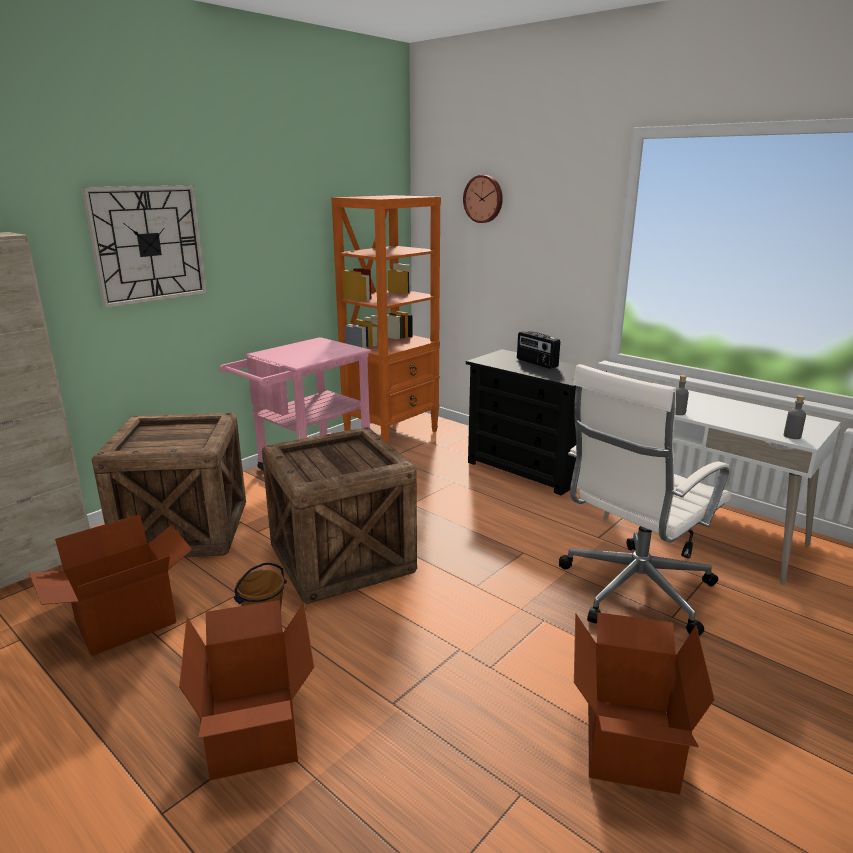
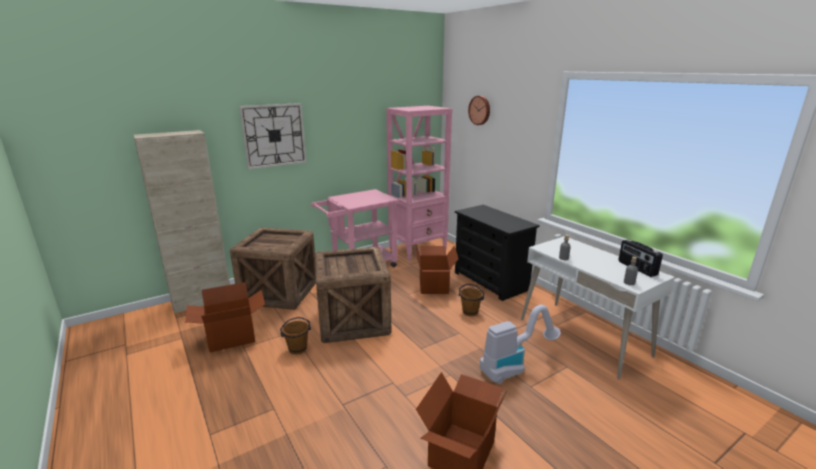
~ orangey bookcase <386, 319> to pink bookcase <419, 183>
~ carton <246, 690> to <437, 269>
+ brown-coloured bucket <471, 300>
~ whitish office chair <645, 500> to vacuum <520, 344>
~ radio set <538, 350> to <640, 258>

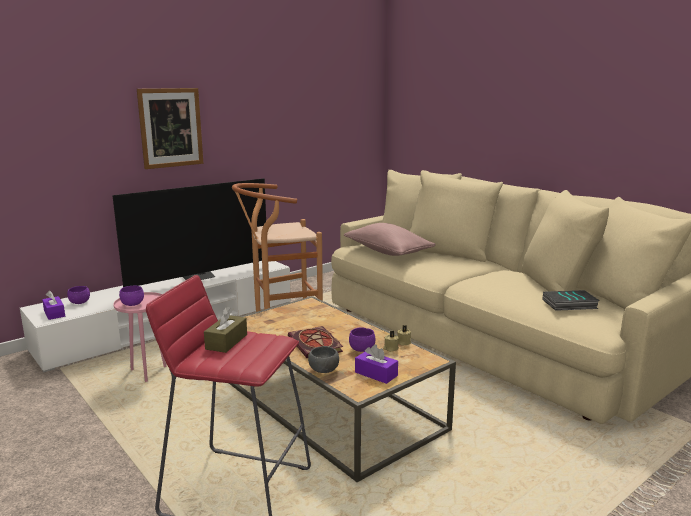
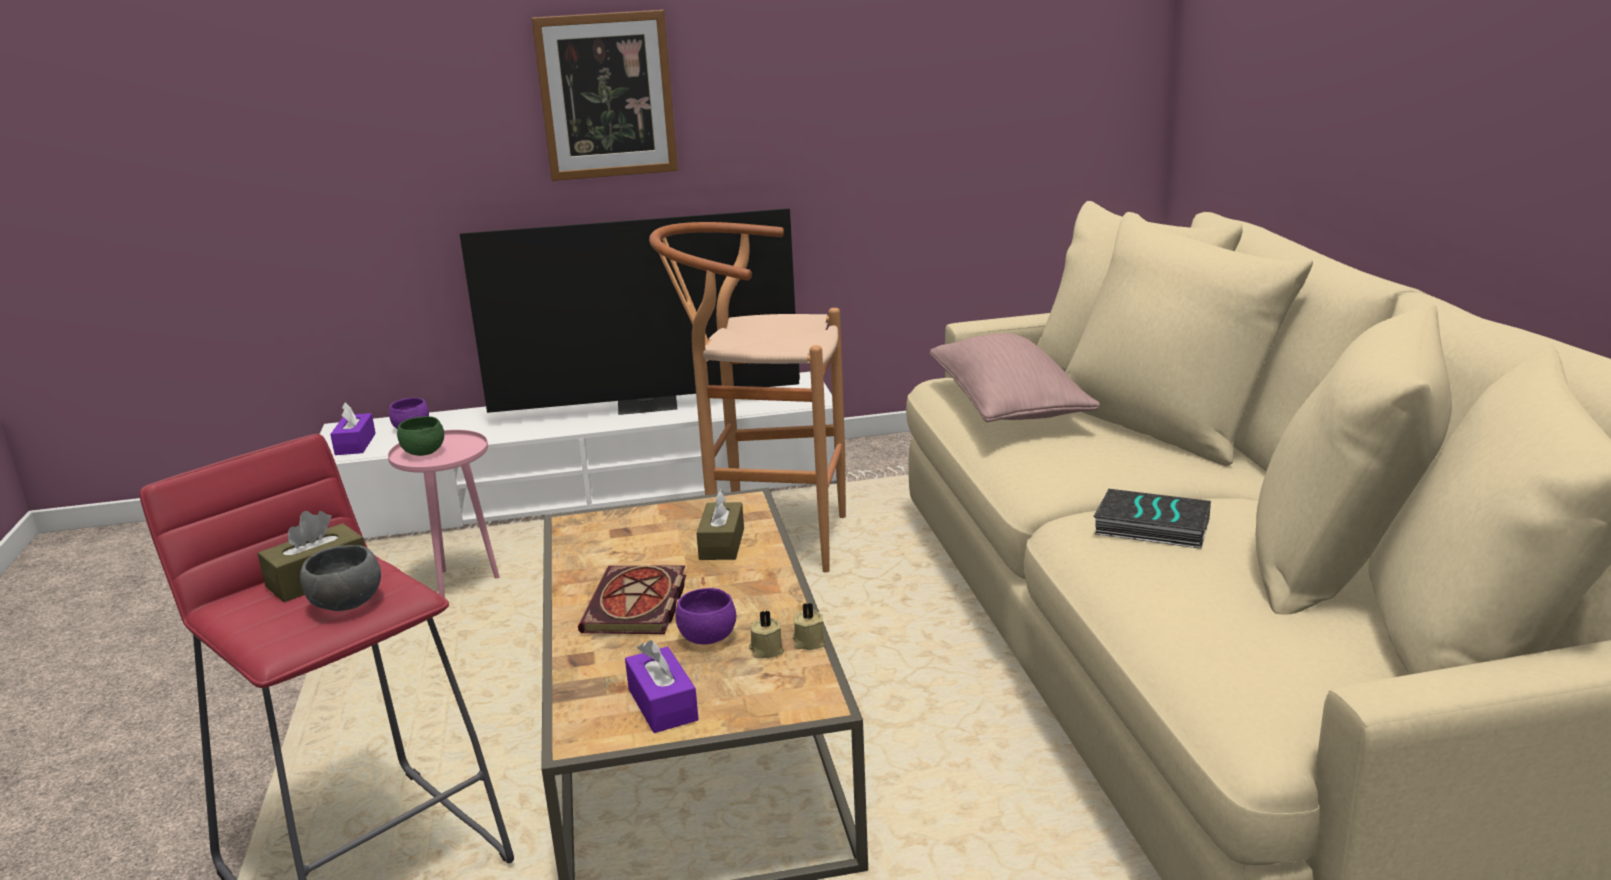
~ grey bowl <323, 359> to <340, 578>
~ purplish bowl <131, 296> to green-coloured bowl <420, 436>
+ brown-coloured tissue holder <720, 525>
~ book <571, 300> to <1152, 519>

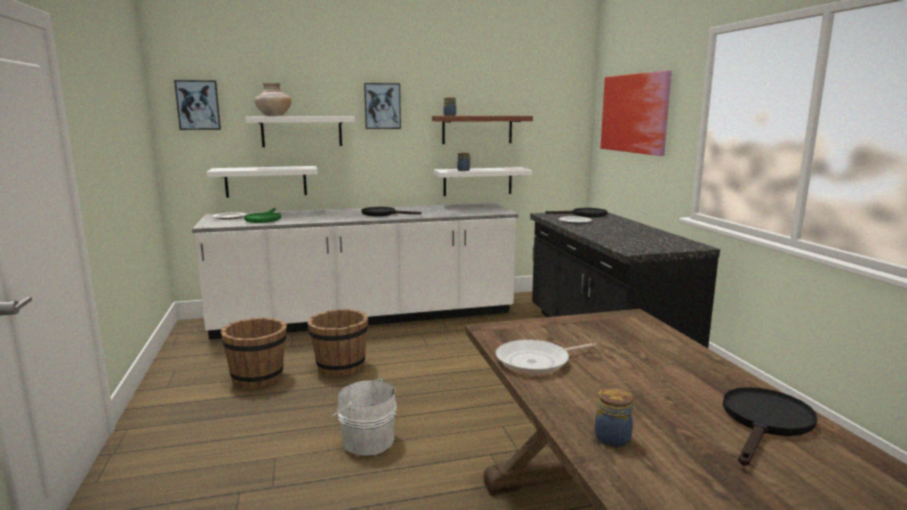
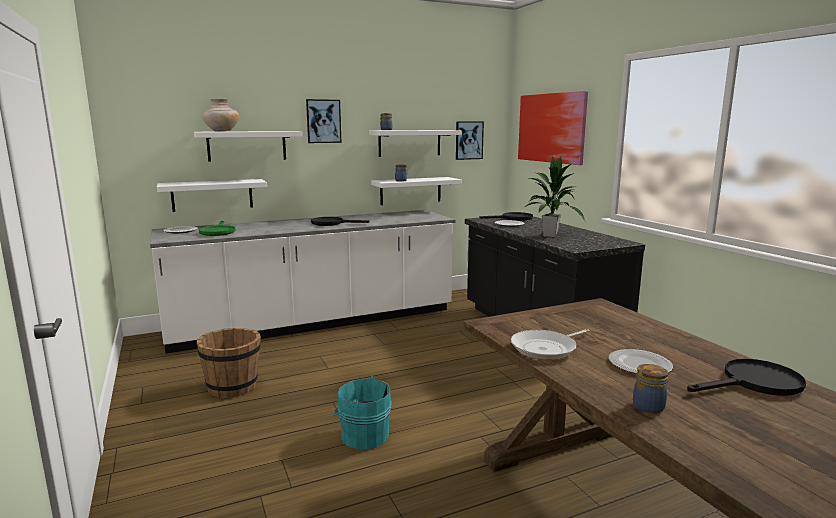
~ whitish bucket <364, 417> to turquoise-coloured bucket <362, 412>
~ brown-coloured shelf <482, 130> to whitish shelf <415, 143>
~ wall picture <197, 105> to <470, 140>
+ potted plant <554, 196>
+ dinner plate <641, 361>
~ black-coloured skillet <770, 426> = <746, 377> 45 degrees clockwise
- brown-coloured bucket <337, 343>

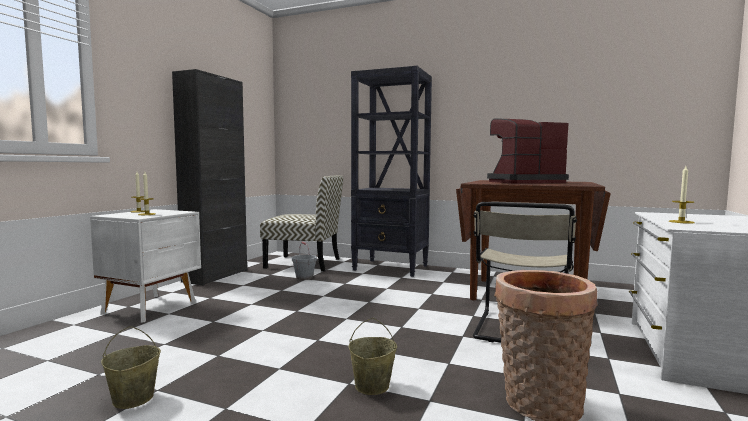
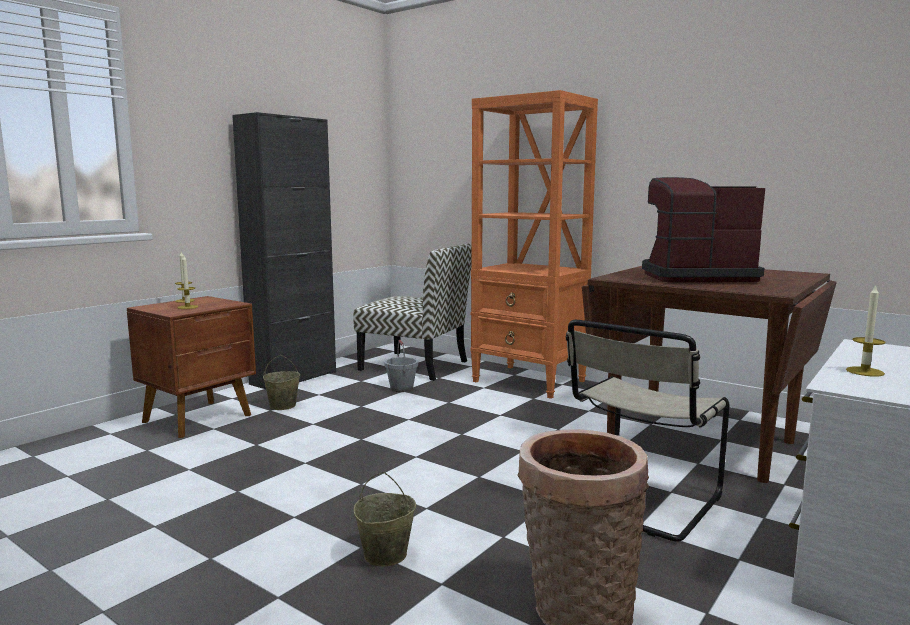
~ whitish bedside table <145, 266> to brown-coloured bedside table <191, 367>
~ beige-coloured bucket <131, 367> to <281, 382>
~ black-coloured bookcase <391, 171> to orangey bookcase <534, 244>

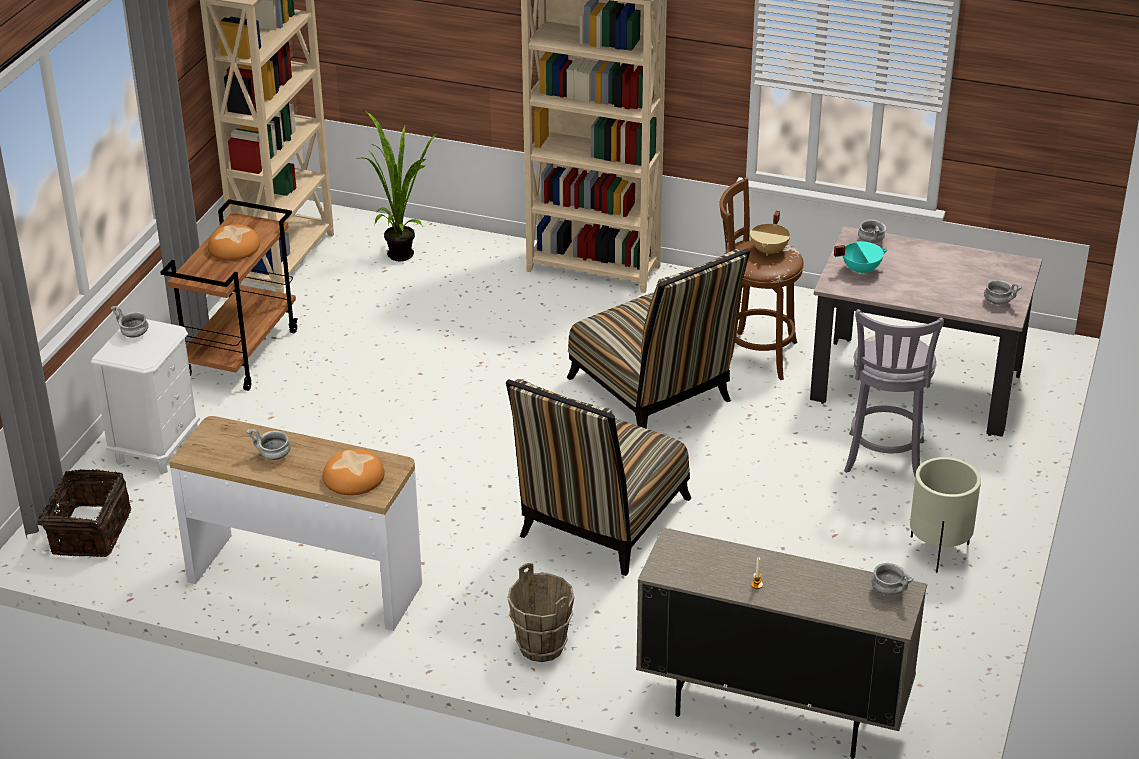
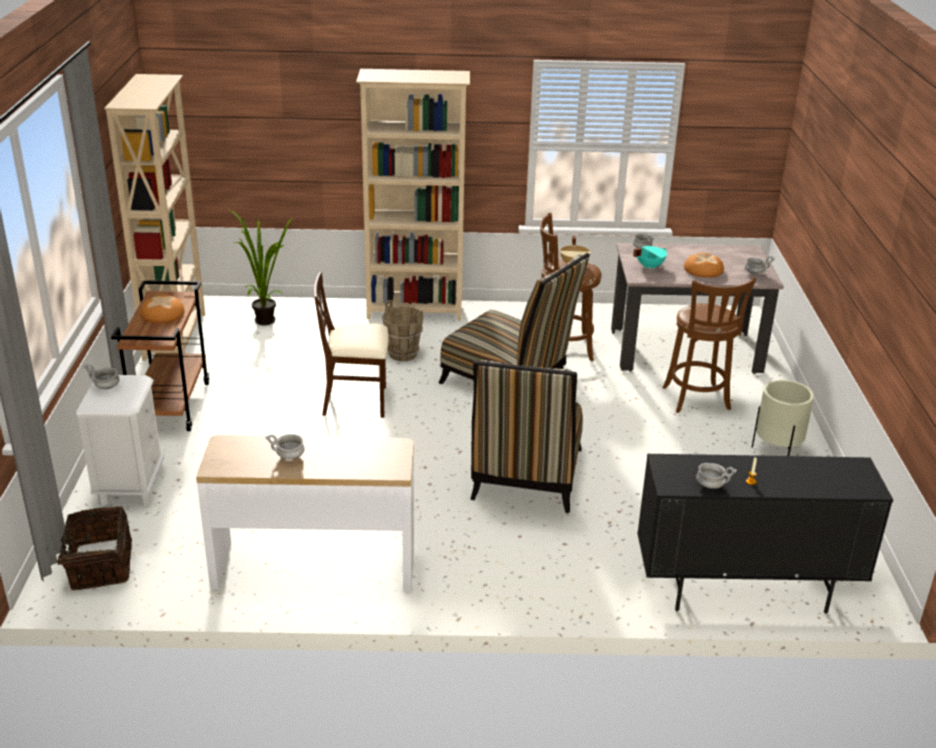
+ beige-coloured plain chair <351, 345>
~ brown-coloured bucket <540, 612> to <403, 330>
~ beige-coloured cupboard <781, 643> to black-coloured cupboard <765, 534>
~ grey stool seat <894, 392> to brown-coloured stool seat <709, 345>
~ bakery bread <353, 472> to <704, 265>
~ grey bowl <892, 579> to <716, 476>

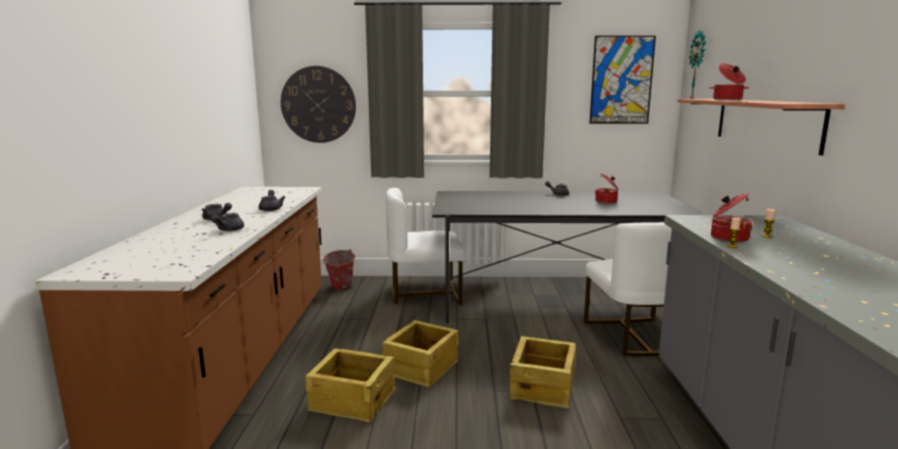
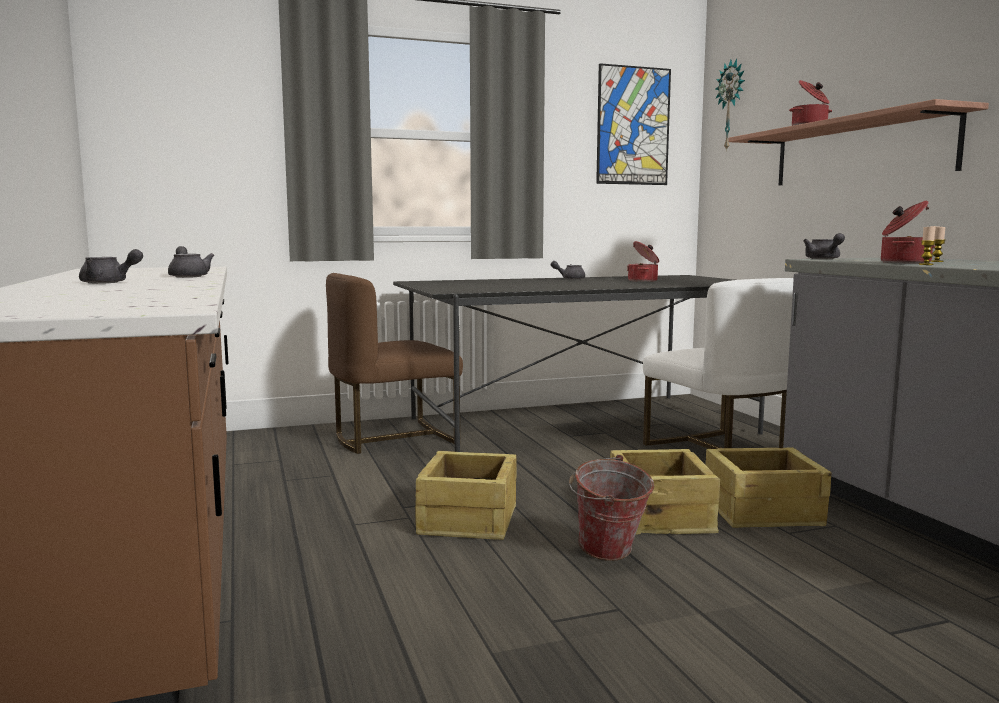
~ whitish plain chair <425, 246> to brown-coloured plain chair <394, 363>
~ bucket <338, 269> to <611, 508>
~ packing crate <350, 385> to <768, 488>
~ grey tea pot <227, 222> to <824, 246>
- hanging clock <318, 104>

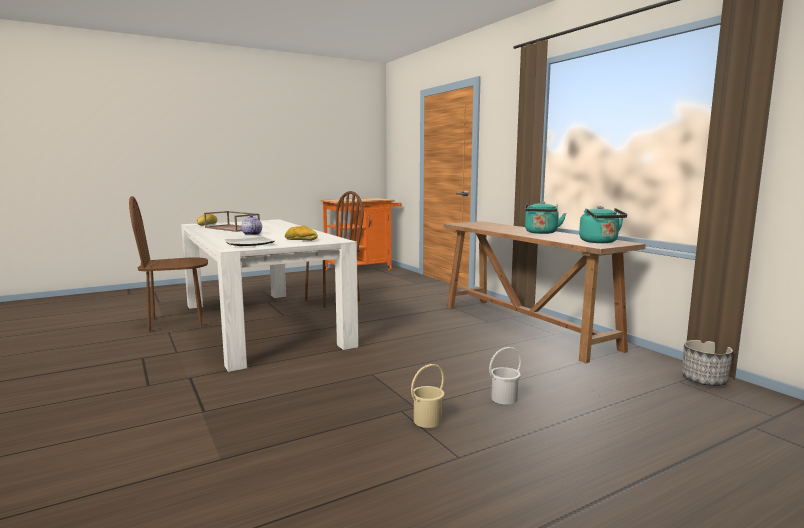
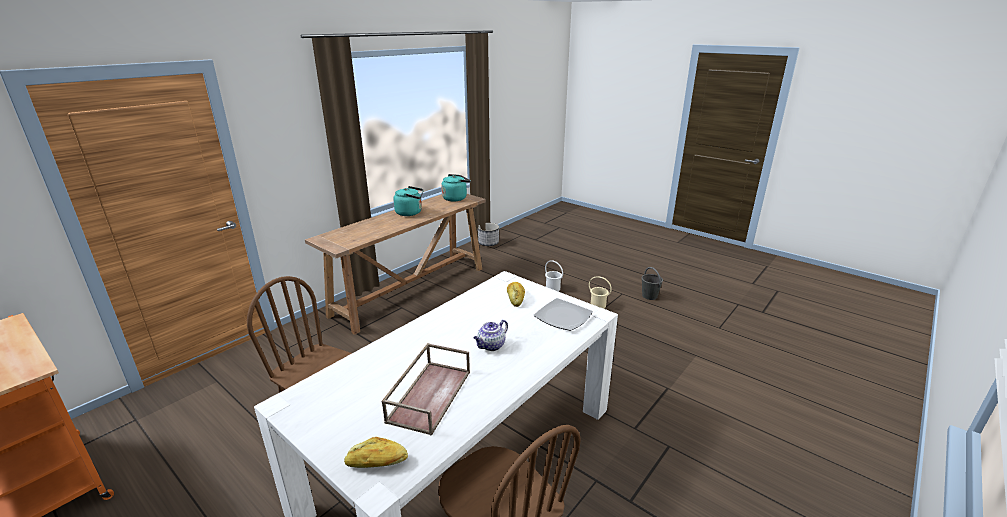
+ grey bucket <652, 283>

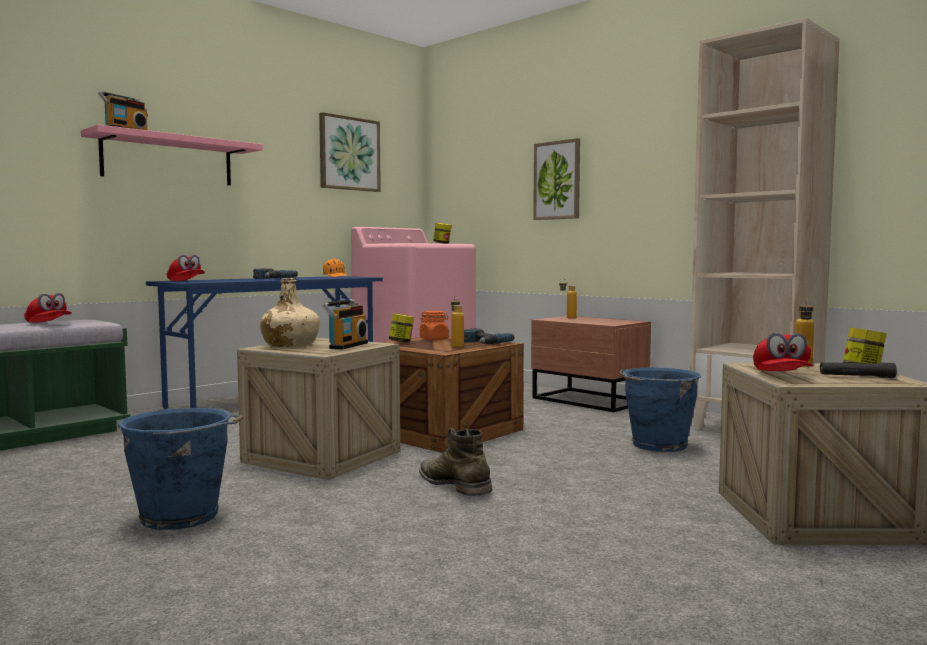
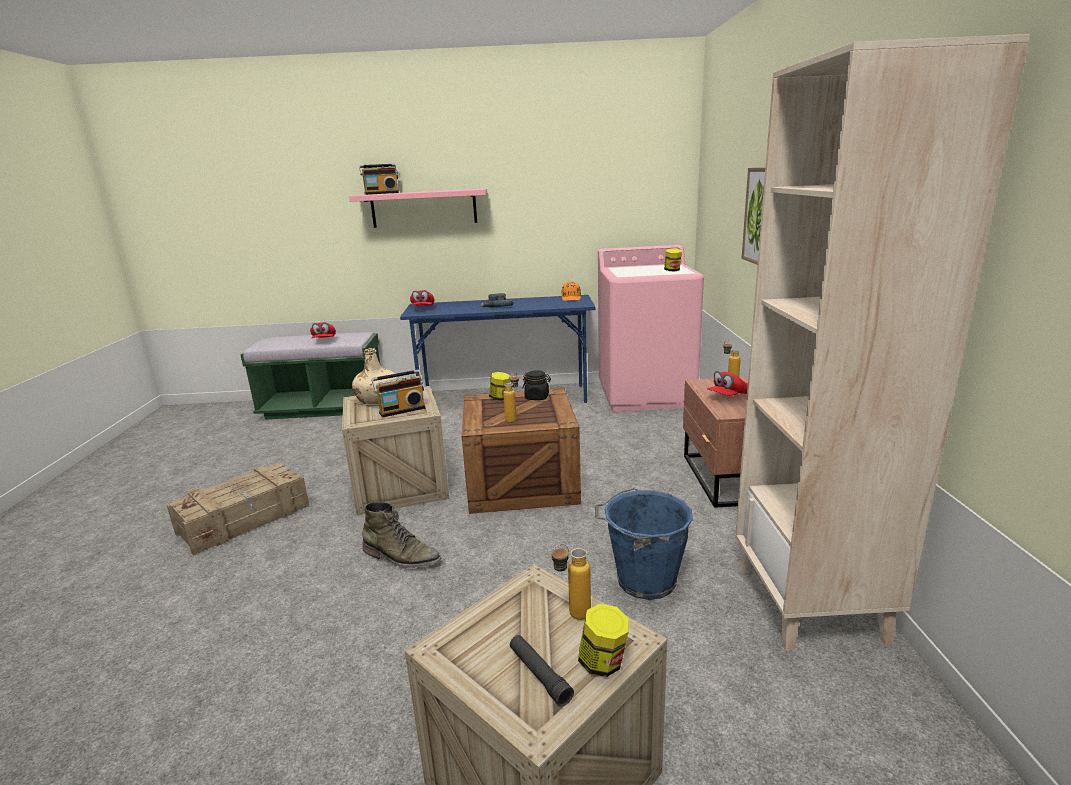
~ bluish bucket <181, 468> to packing crate <238, 509>
~ green-coloured boot <456, 462> = <402, 535> 105 degrees clockwise
~ orangey jar <434, 325> to black-coloured jar <536, 385>
~ red-coloured cap <783, 352> to <727, 383>
- wall picture <350, 152>
- power drill <489, 336>

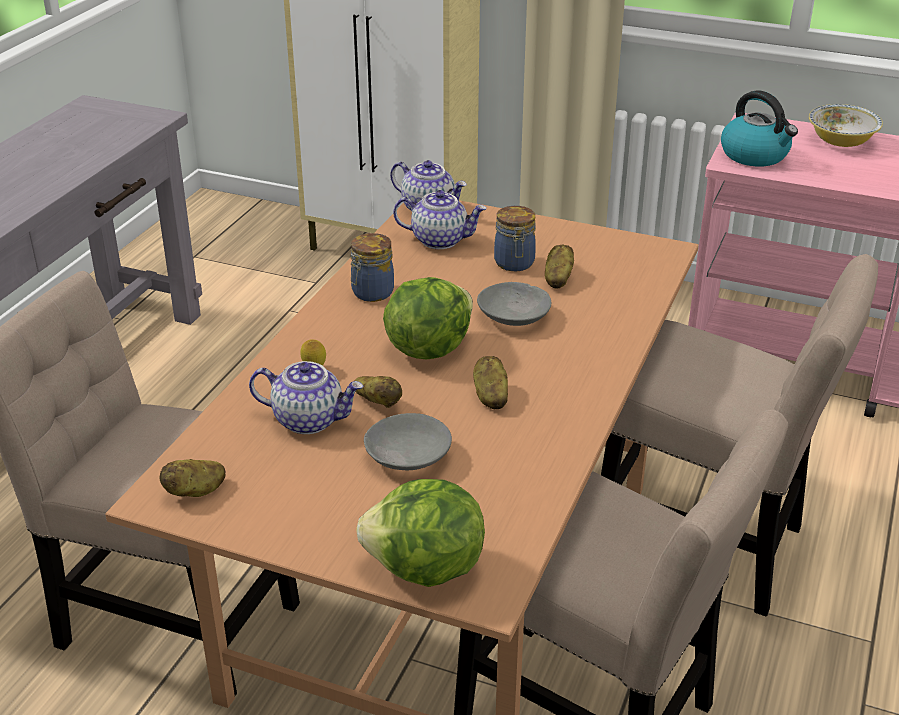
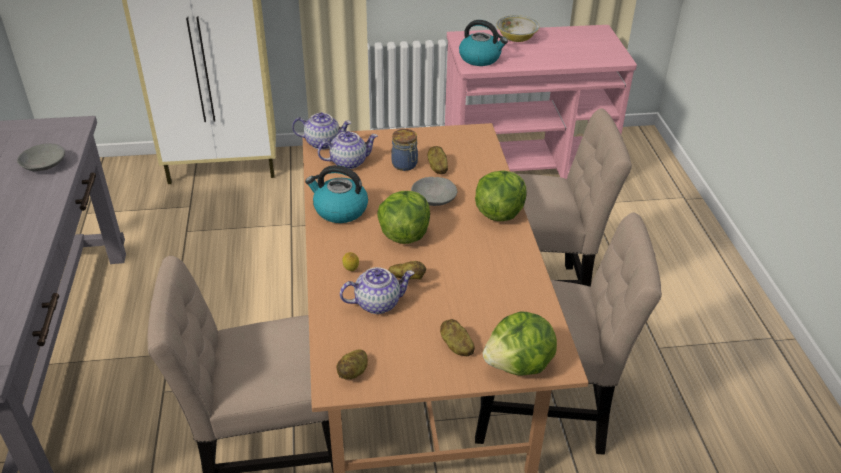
~ grey bowl <408, 441> to <41, 157>
~ jar <372, 267> to tea kettle <336, 194>
~ whole potato <490, 382> to <457, 337>
+ lettuce <501, 195>

